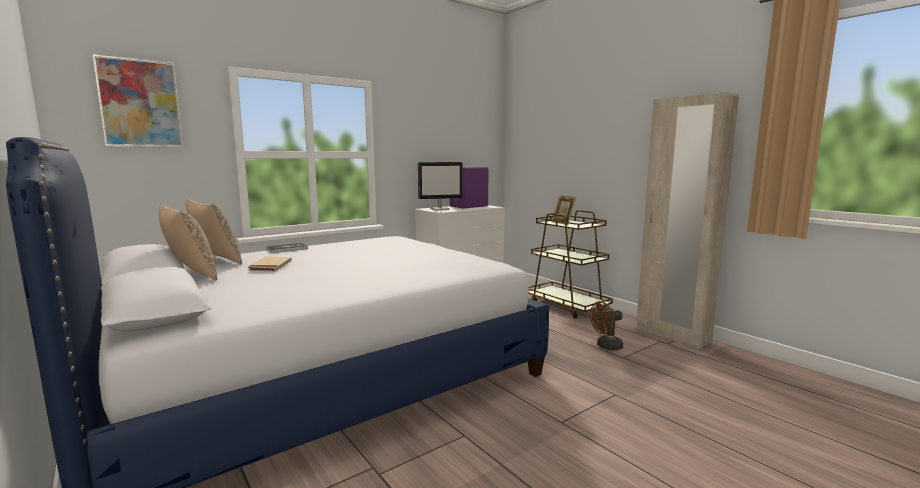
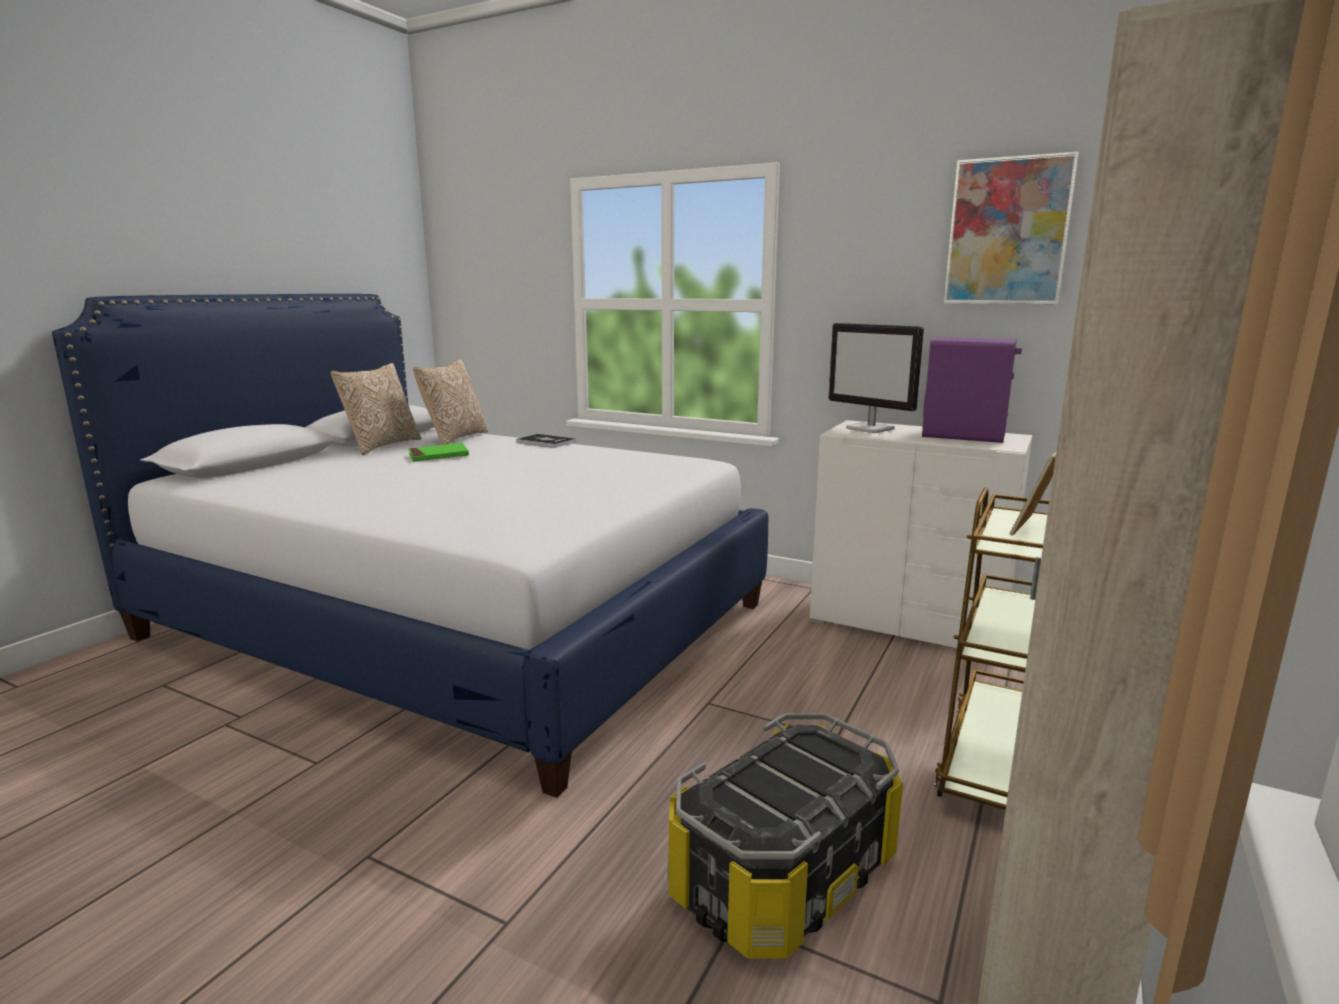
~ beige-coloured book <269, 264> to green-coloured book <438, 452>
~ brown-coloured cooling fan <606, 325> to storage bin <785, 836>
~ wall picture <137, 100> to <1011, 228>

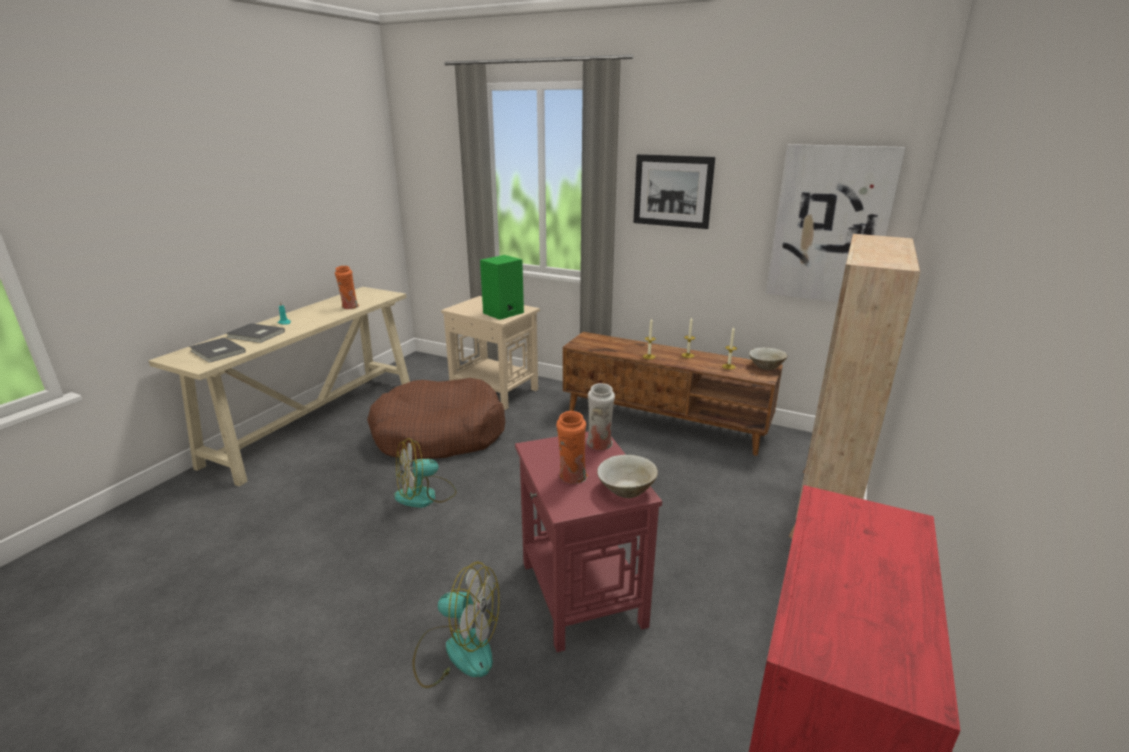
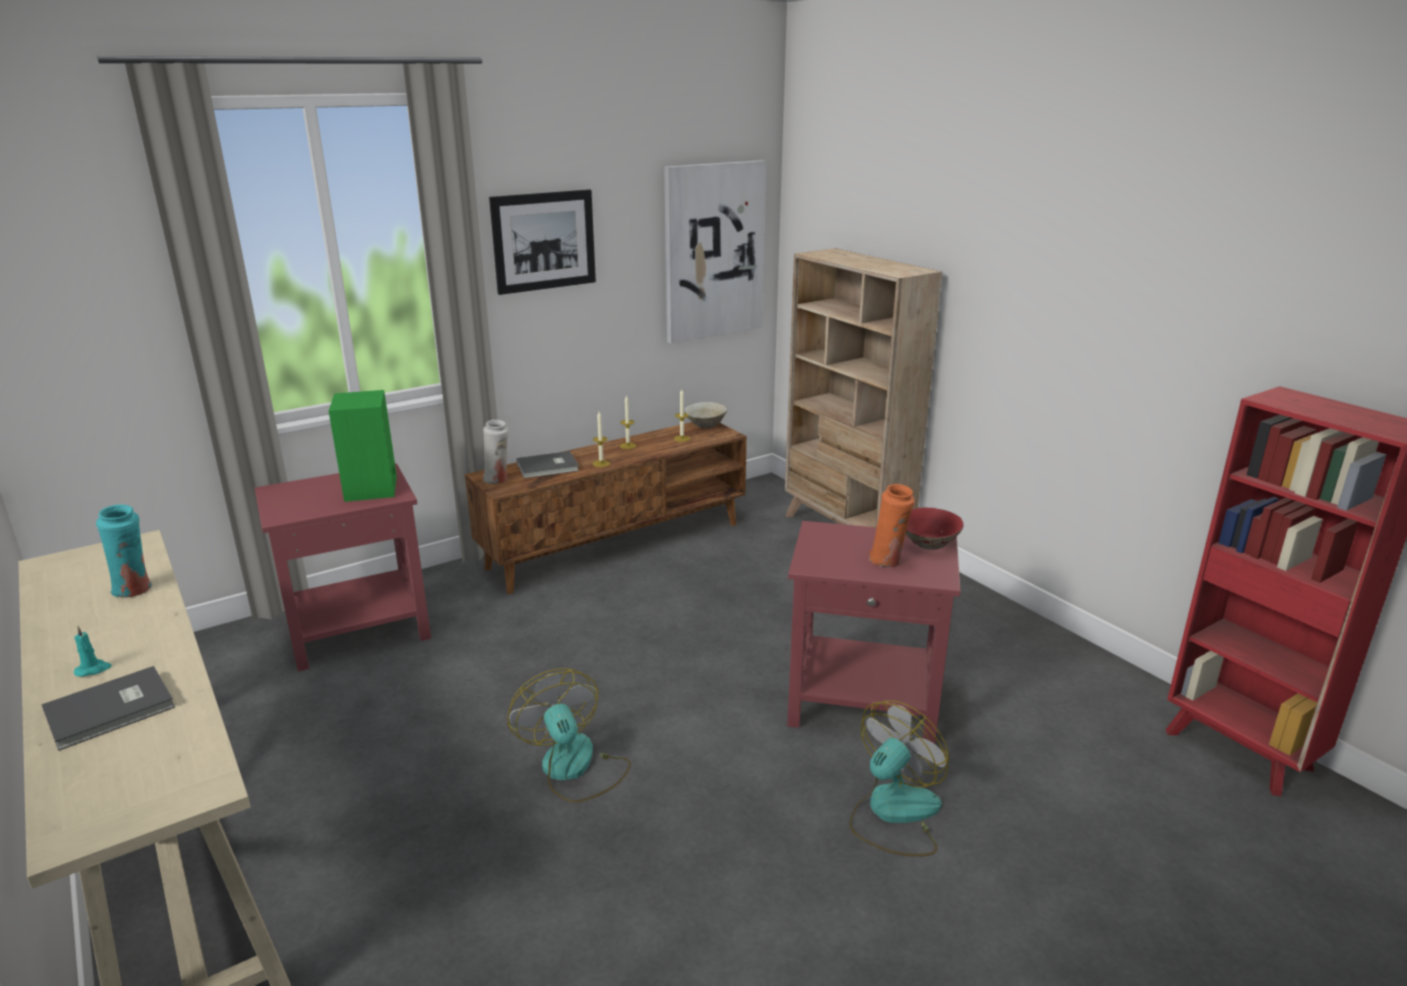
~ orangey vase <347, 287> to turquoise-coloured vase <124, 551>
~ beige-coloured end table <490, 353> to red-coloured end table <342, 567>
~ whitish vase <601, 416> to <496, 452>
~ cooling fan <425, 473> = <569, 735> 150 degrees clockwise
~ grey book <217, 350> to <548, 464>
~ beige-coloured bowl <627, 476> to red-coloured bowl <935, 529>
- brown-coloured dog cushion <436, 418>

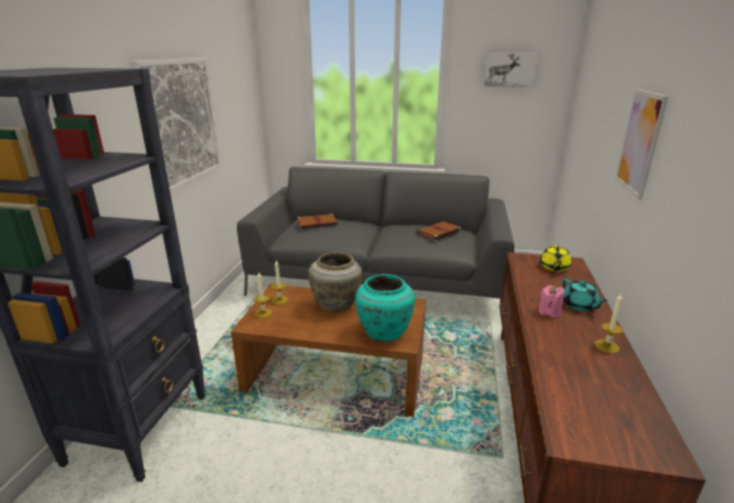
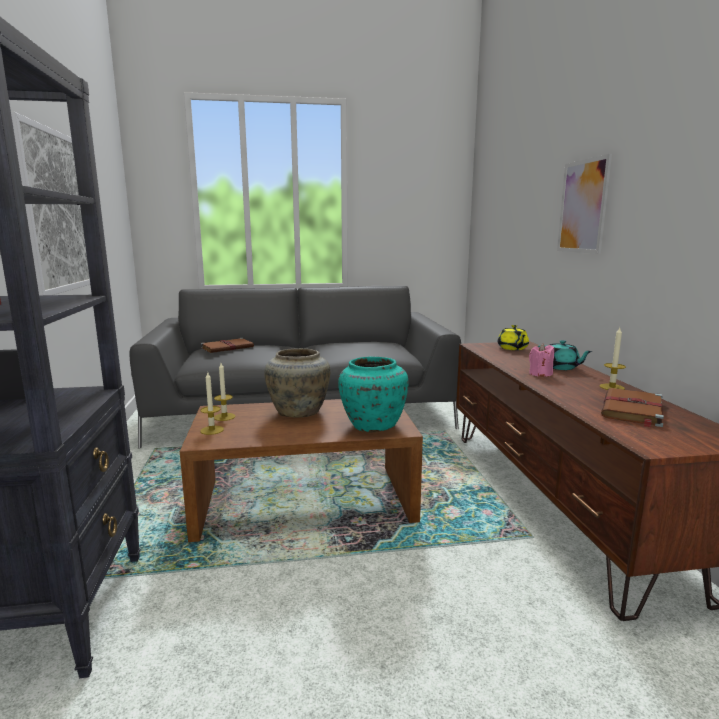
~ brown-coloured book <439, 231> to <632, 408>
- wall picture <511, 69>

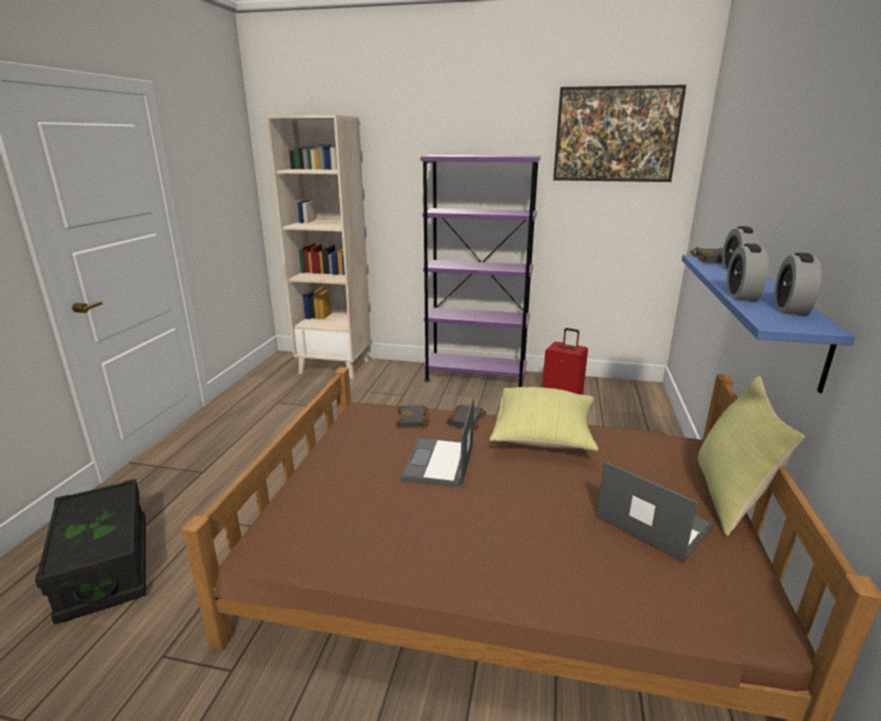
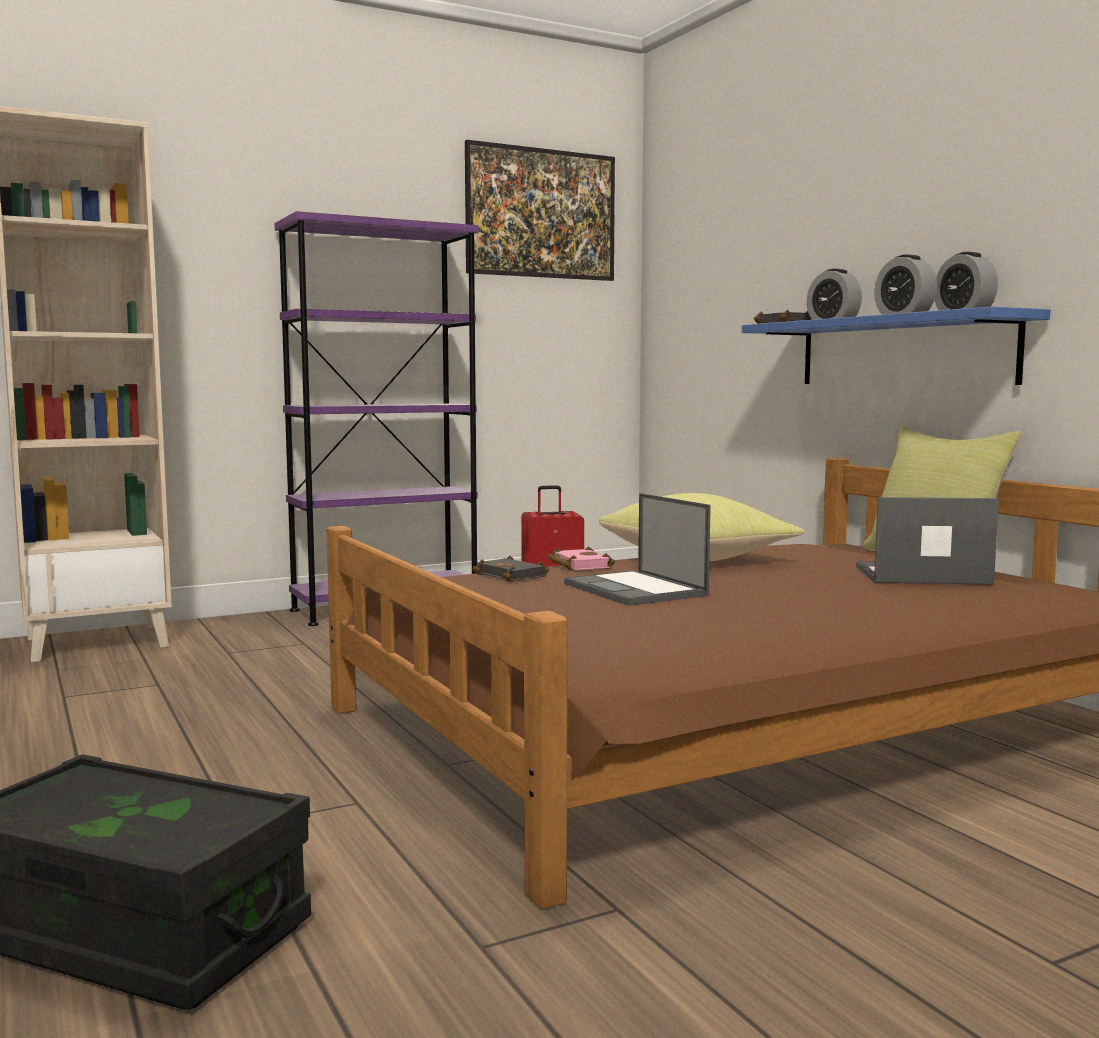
~ black-coloured book <466, 417> to pink book <581, 559>

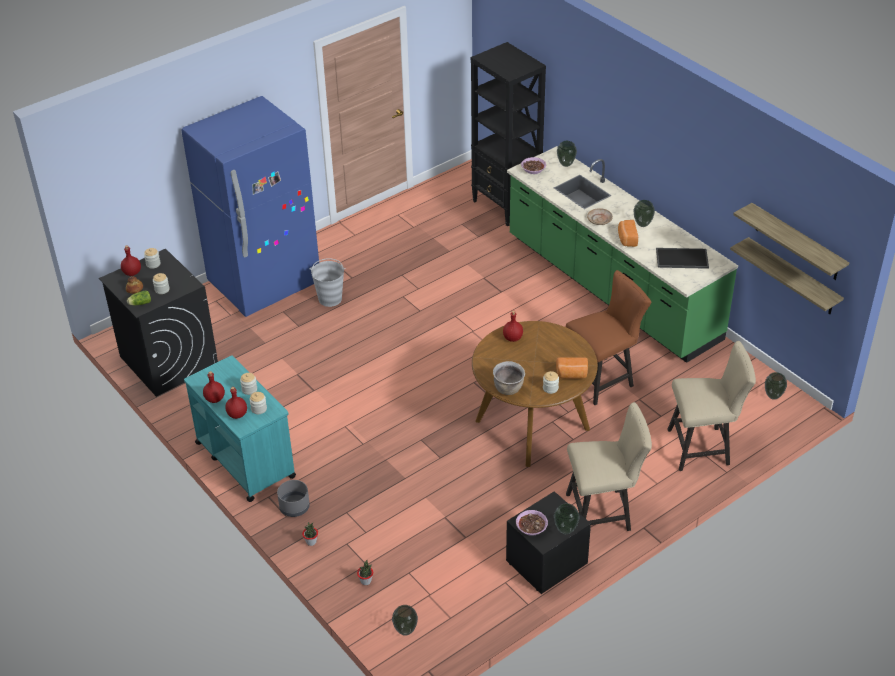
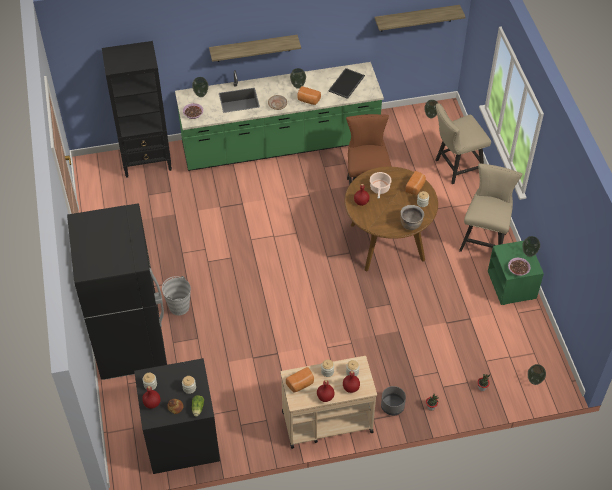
~ bluish refrigerator <250, 206> to black-coloured refrigerator <117, 291>
~ shelf <787, 275> to <255, 48>
~ turquoise-coloured cart <240, 428> to beige-coloured cart <328, 402>
+ bakery bread <300, 380>
+ saucepot <380, 185>
~ beige-coloured plain chair <711, 406> = <463, 143> 135 degrees counterclockwise
~ black-coloured bedside table <548, 542> to green-coloured bedside table <516, 273>

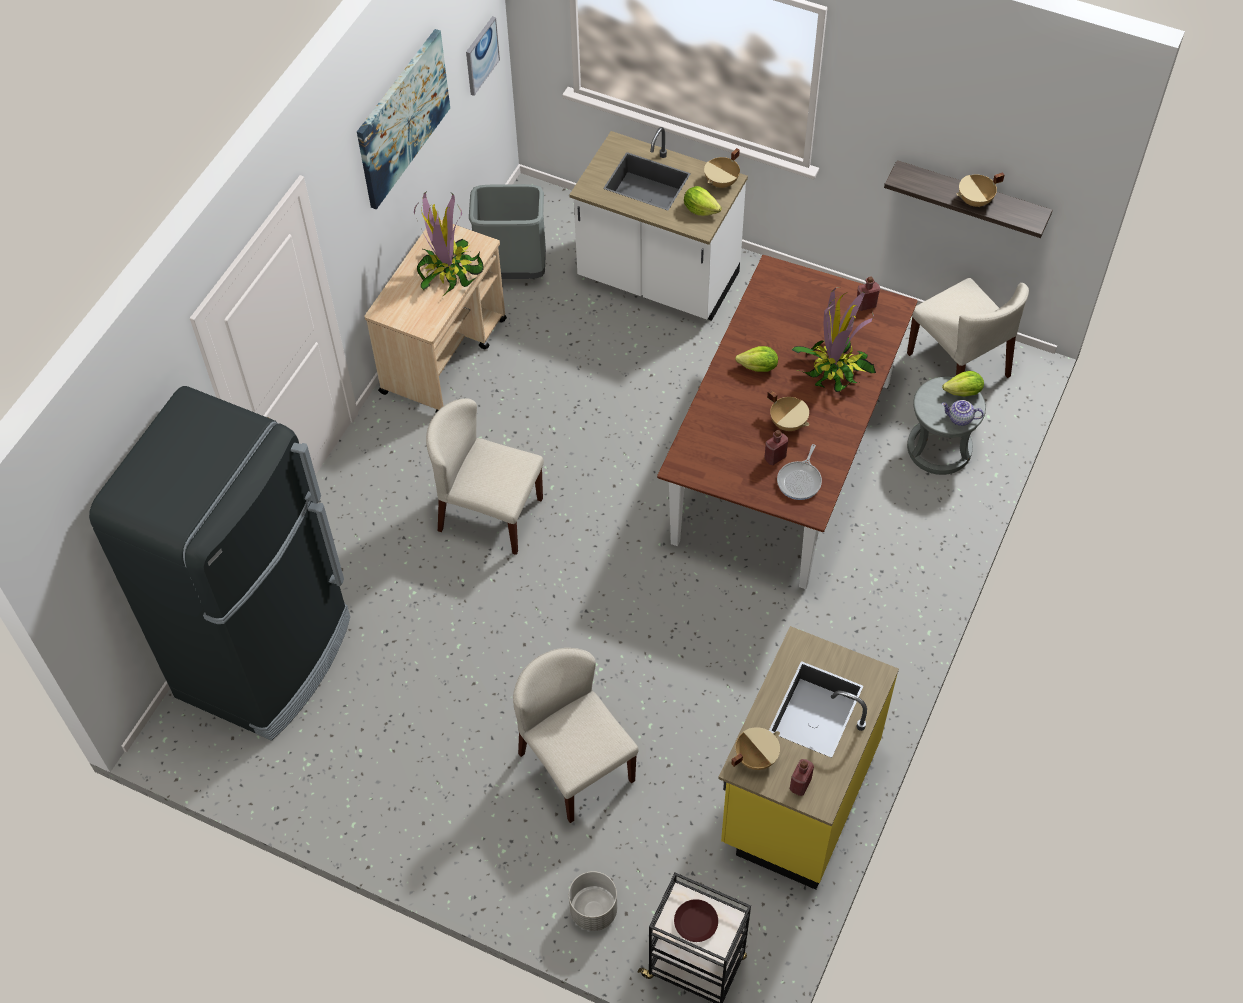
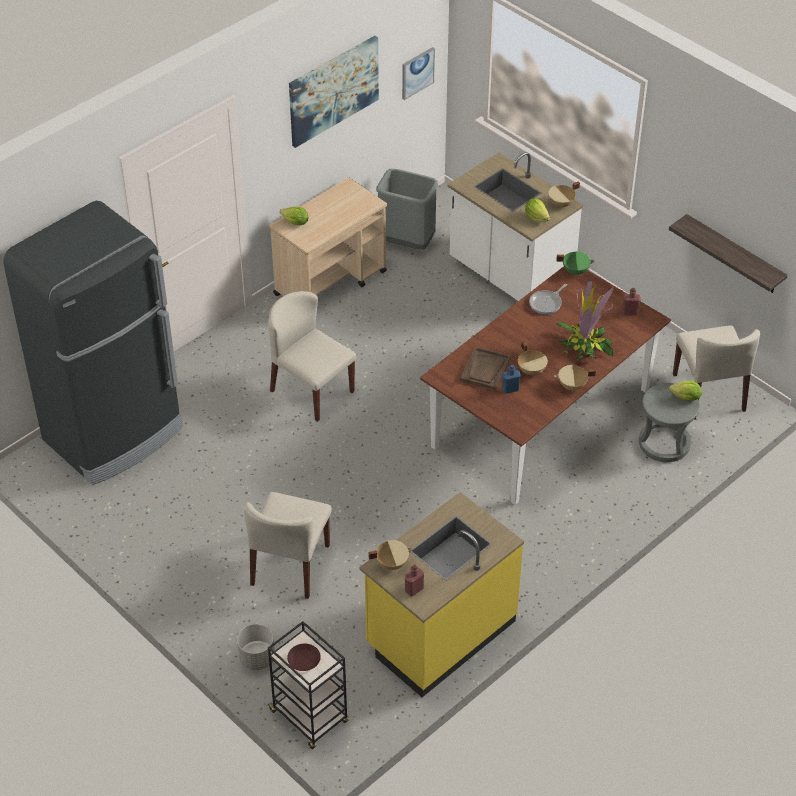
~ beige-coloured plain chair <576, 735> = <288, 545> 150 degrees counterclockwise
~ lettuce <756, 359> to <294, 216>
+ brown-coloured serving tray <485, 368>
~ red-coloured beverage bottle <776, 447> to bluish beverage bottle <511, 379>
~ skillet <799, 472> to <548, 299>
~ beige-coloured saucepot <980, 189> to <575, 378>
+ green-coloured saucepot <575, 263>
- potted plant <449, 243>
- tea pot <963, 413>

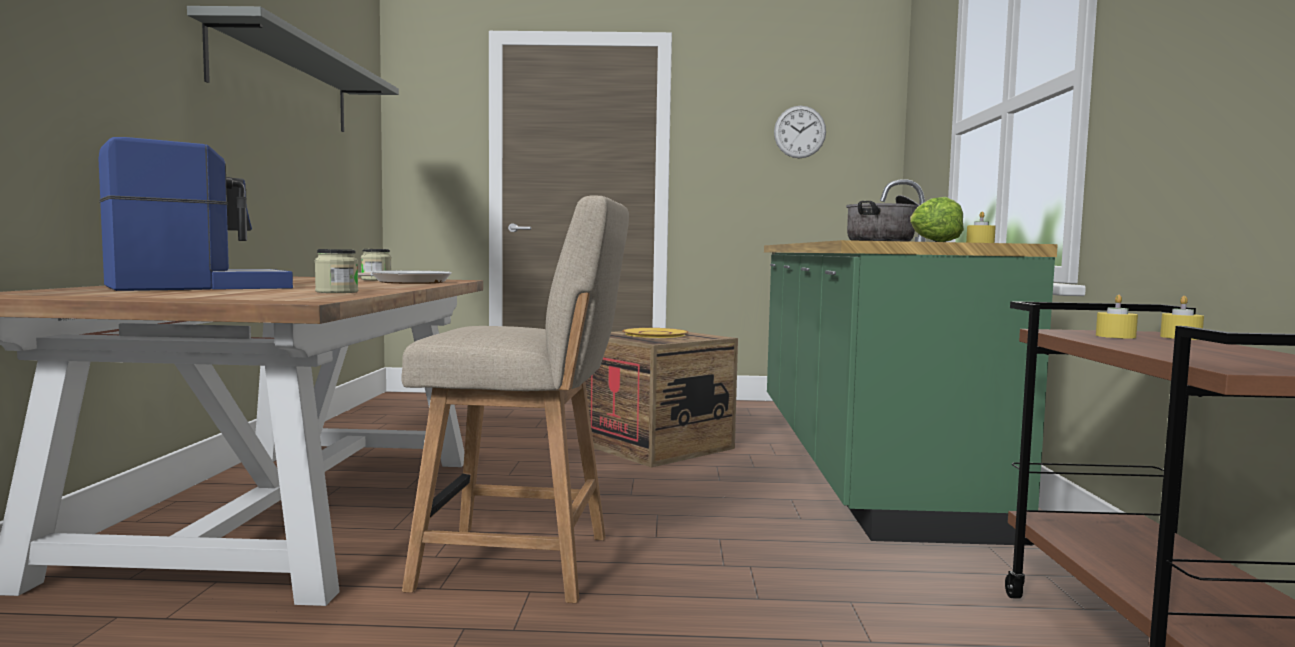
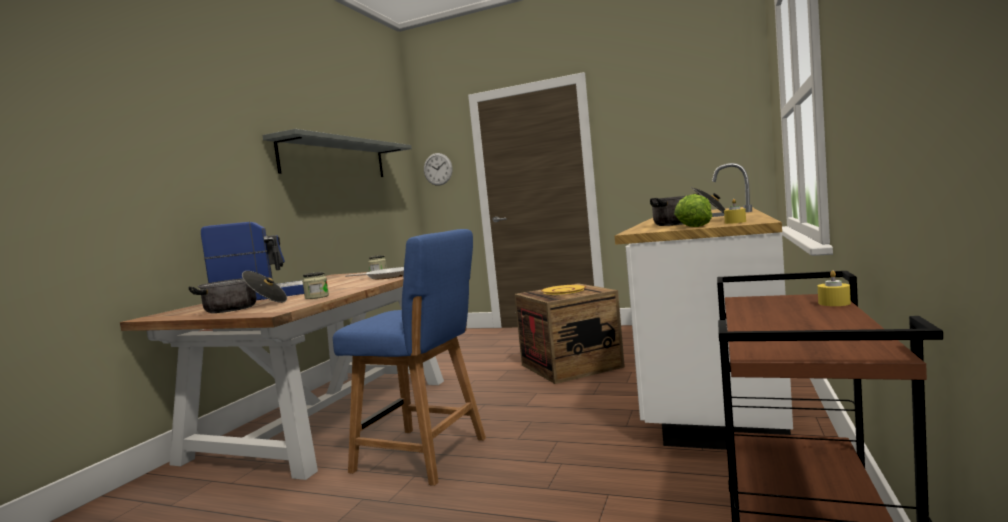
+ saucepot <237, 292>
~ beige-coloured plain chair <515, 399> to bluish plain chair <409, 357>
~ hanging clock <800, 132> to <438, 169>
~ green-coloured kitchen base unit <911, 362> to whitish kitchen base unit <704, 306>
- yellow candle <1117, 317>

